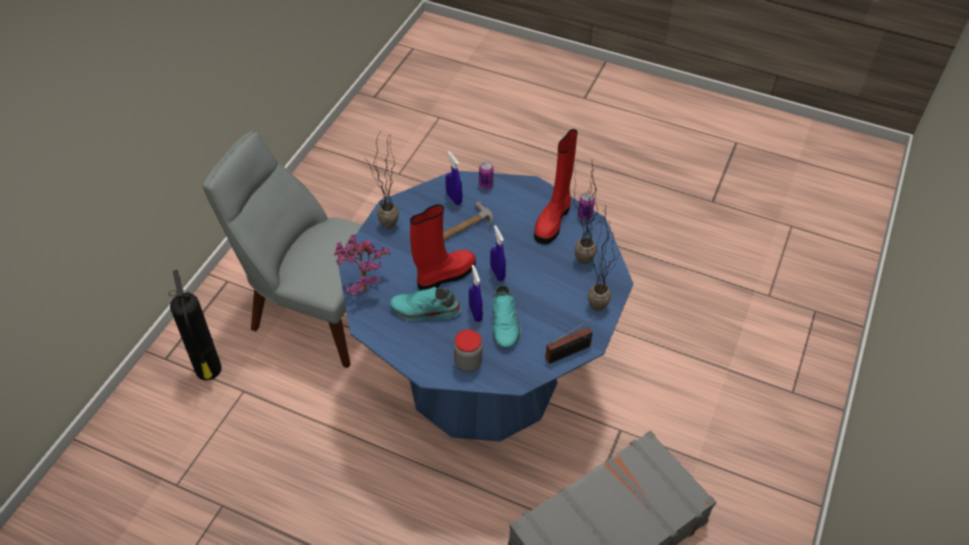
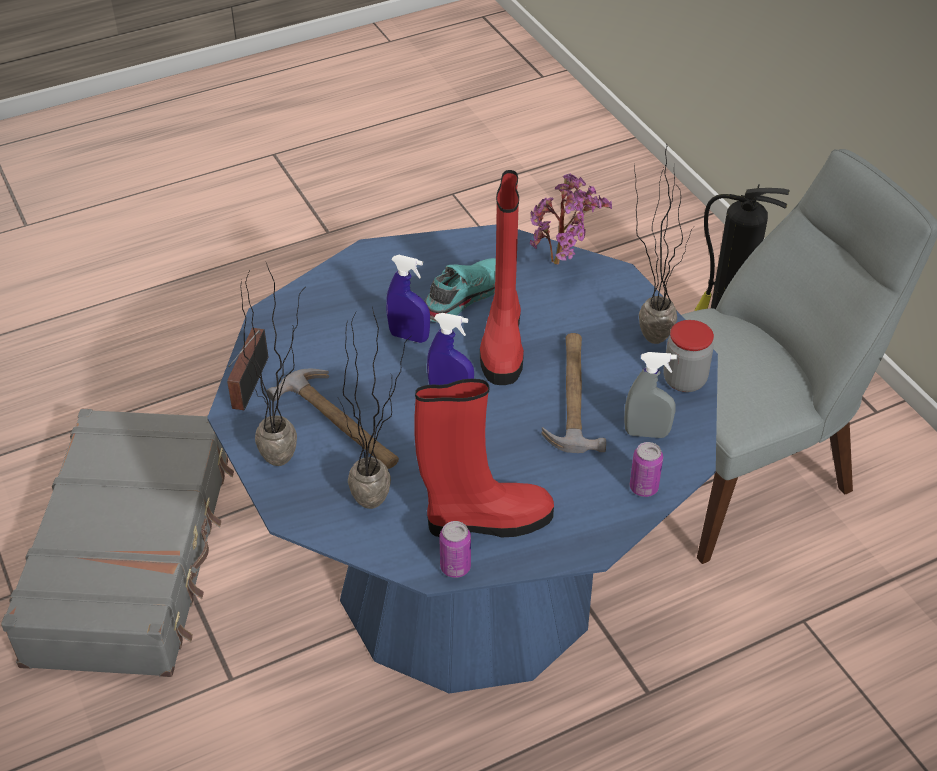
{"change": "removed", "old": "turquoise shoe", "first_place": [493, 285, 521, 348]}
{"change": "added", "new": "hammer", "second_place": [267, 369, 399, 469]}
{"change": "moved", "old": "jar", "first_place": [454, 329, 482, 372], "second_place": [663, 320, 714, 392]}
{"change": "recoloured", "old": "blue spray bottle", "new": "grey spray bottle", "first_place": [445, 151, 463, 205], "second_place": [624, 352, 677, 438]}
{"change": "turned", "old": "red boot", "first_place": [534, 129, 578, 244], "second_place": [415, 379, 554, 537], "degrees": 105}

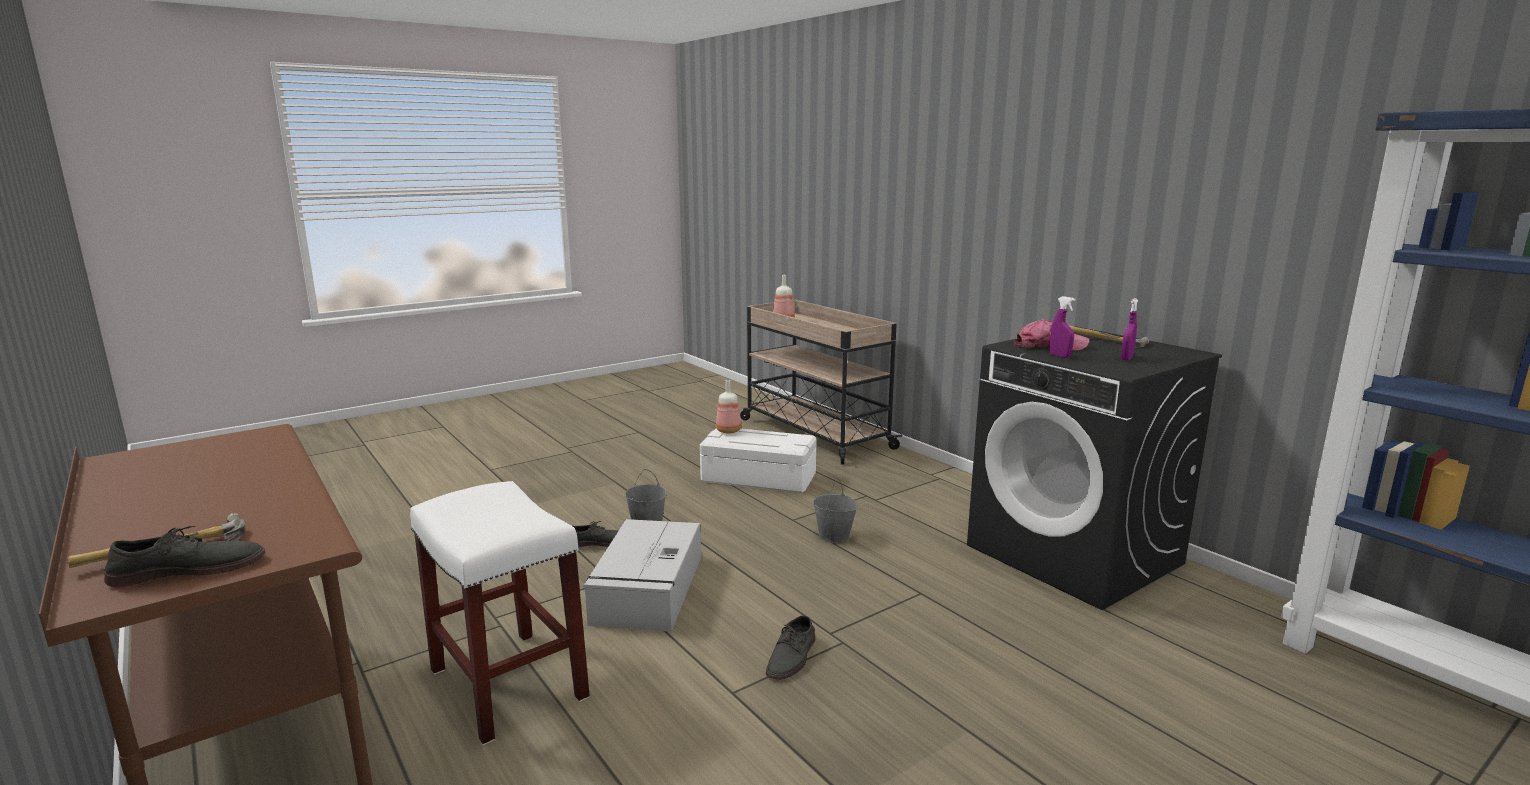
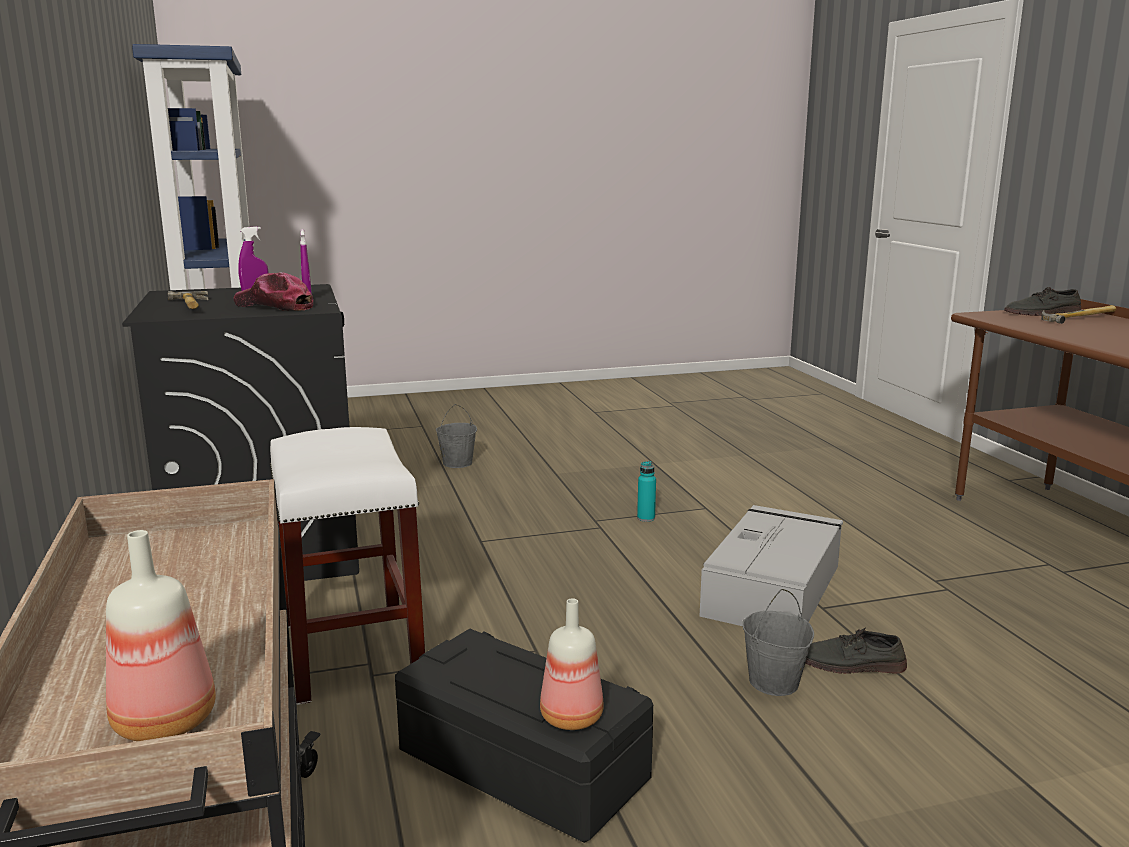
{"change": "moved", "old": "white stool", "first_place": [410, 481, 590, 745], "second_place": [270, 427, 425, 705]}
{"change": "moved", "old": "grey bucket", "first_place": [813, 478, 858, 543], "second_place": [436, 404, 477, 468]}
{"change": "replaced", "old": "grey shoe", "new": "turquoise bottle", "first_place": [766, 615, 815, 680], "second_place": [637, 461, 656, 522]}
{"change": "recoloured", "old": "white storage box", "new": "black storage box", "first_place": [700, 428, 817, 493], "second_place": [395, 629, 653, 843]}

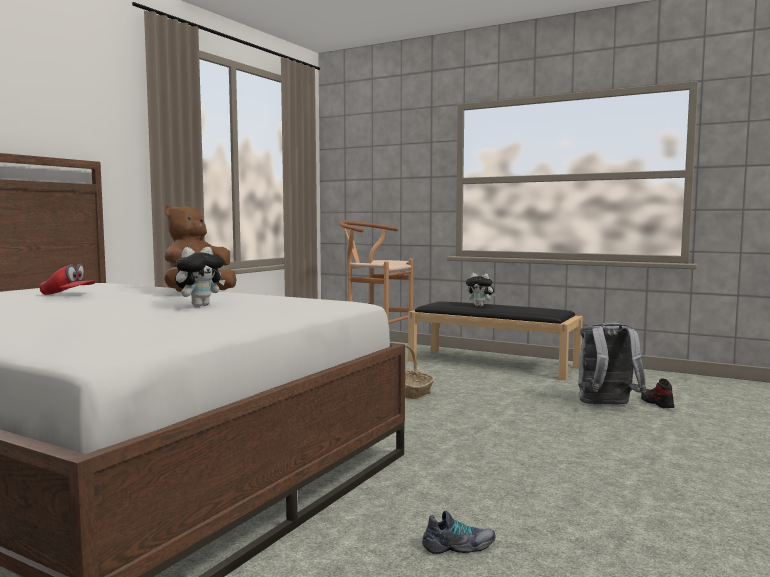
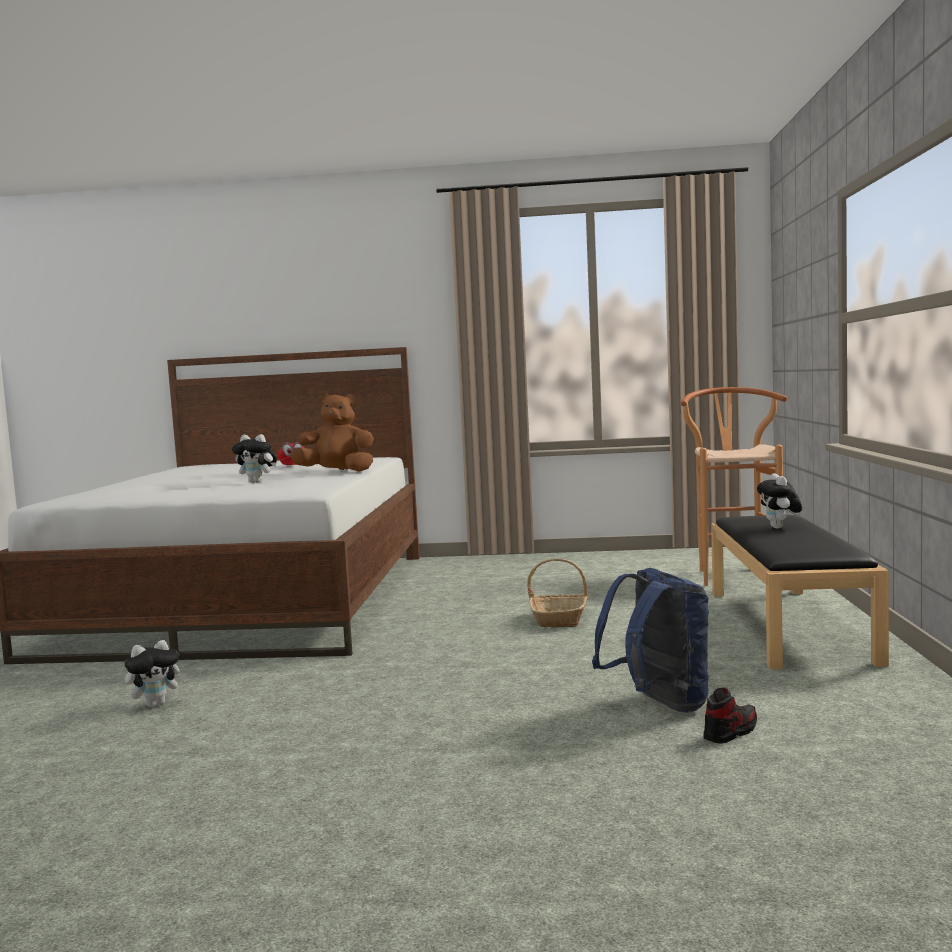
{"change": "replaced", "old": "shoe", "new": "plush toy", "first_place": [422, 511, 495, 554], "second_place": [125, 640, 187, 707]}
{"change": "recoloured", "old": "grey backpack", "new": "blue backpack", "first_place": [578, 321, 647, 405], "second_place": [592, 568, 709, 713]}

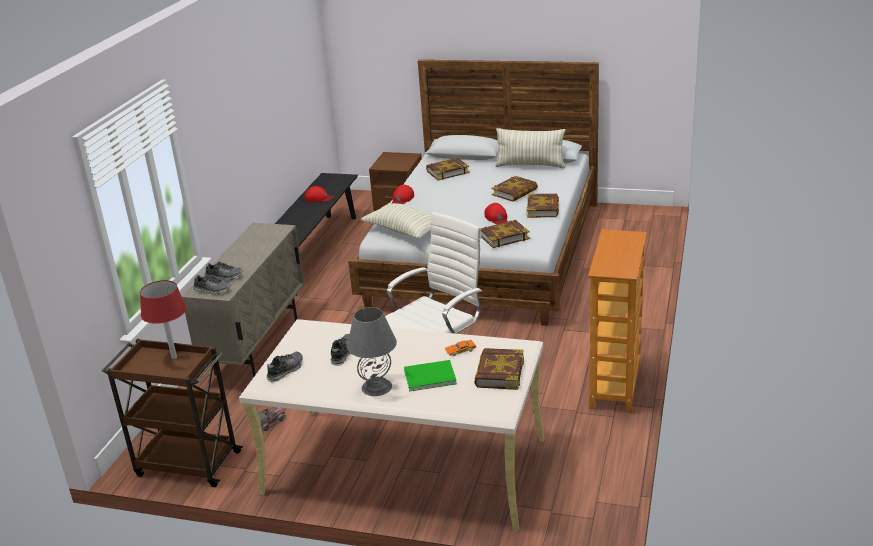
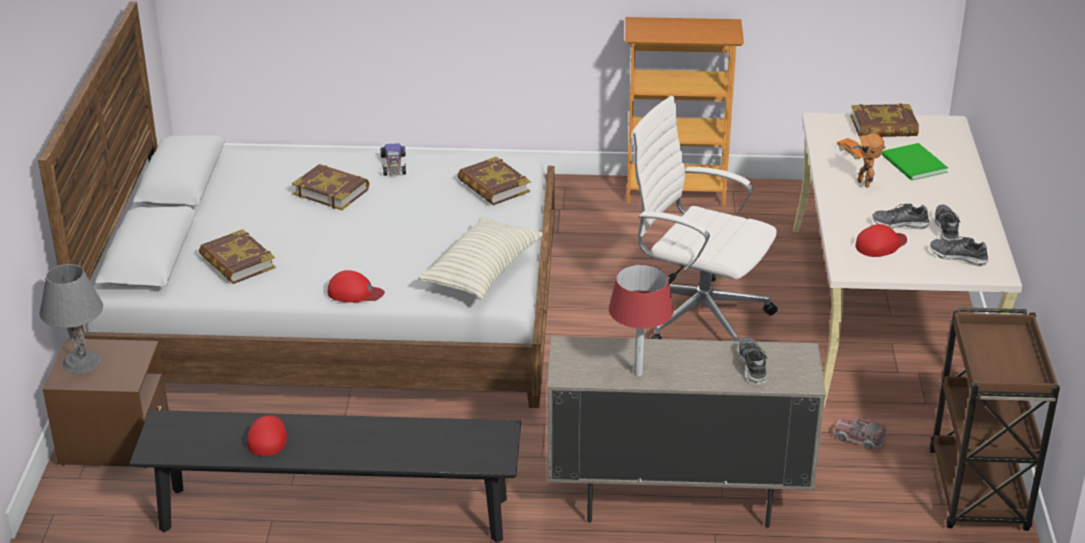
{"change": "removed", "old": "pillow", "first_place": [495, 128, 566, 168]}
{"change": "added", "new": "toy robot", "second_place": [858, 129, 885, 188]}
{"change": "moved", "old": "red table lamp", "first_place": [140, 280, 186, 359], "second_place": [608, 264, 674, 376]}
{"change": "moved", "old": "shoe", "first_place": [193, 274, 231, 295], "second_place": [934, 204, 960, 241]}
{"change": "moved", "old": "grey table lamp", "first_place": [347, 307, 397, 396], "second_place": [39, 264, 103, 374]}
{"change": "moved", "old": "red cap", "first_place": [485, 203, 508, 224], "second_place": [855, 224, 907, 257]}
{"change": "replaced", "old": "book", "new": "toy car", "first_place": [527, 194, 559, 218], "second_place": [381, 143, 406, 176]}

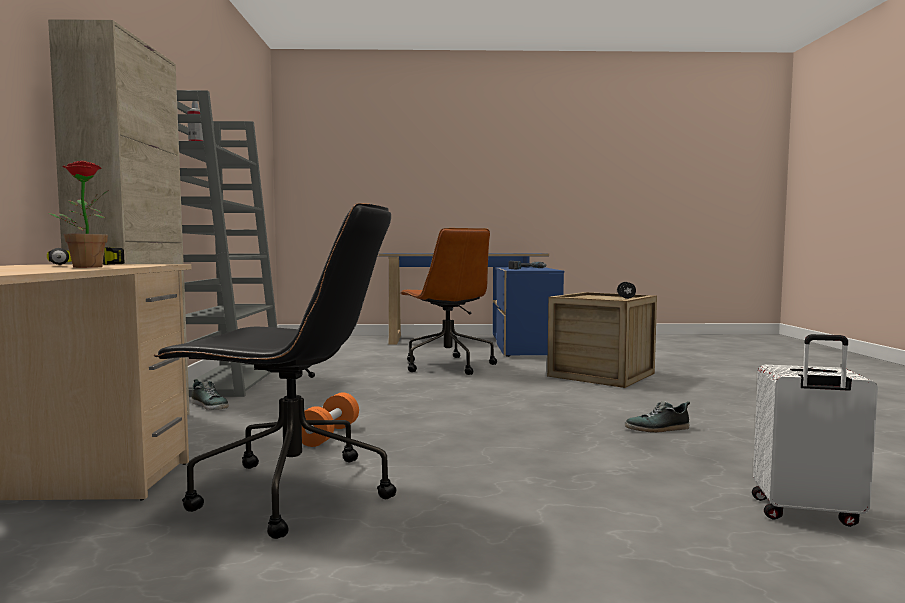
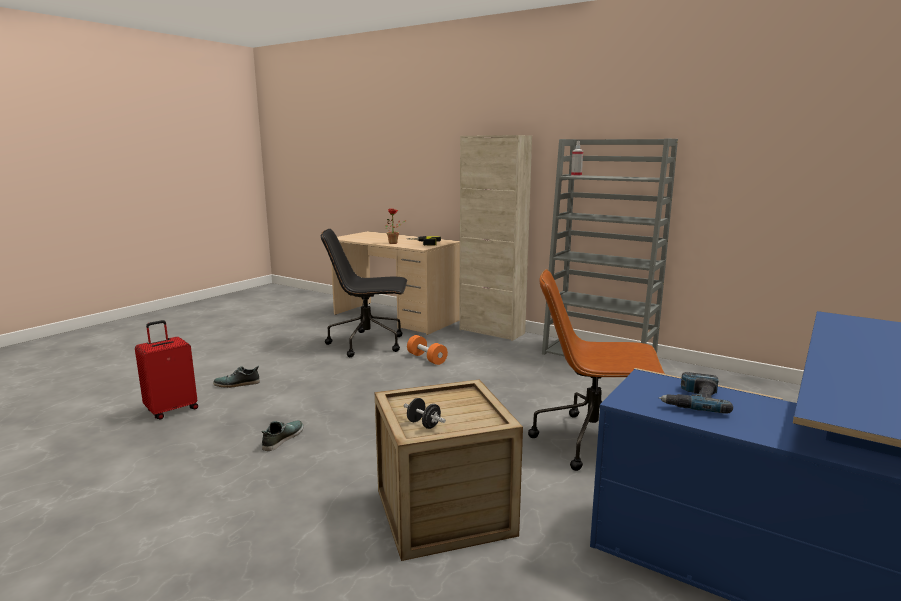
{"change": "moved", "old": "shoe", "first_place": [191, 379, 229, 410], "second_place": [213, 366, 260, 388]}
{"change": "recoloured", "old": "white suitcase", "new": "red suitcase", "first_place": [752, 334, 878, 527], "second_place": [135, 320, 198, 419]}
{"change": "turned", "old": "black office chair", "first_place": [154, 203, 396, 539], "second_place": [321, 229, 407, 357], "degrees": 45}

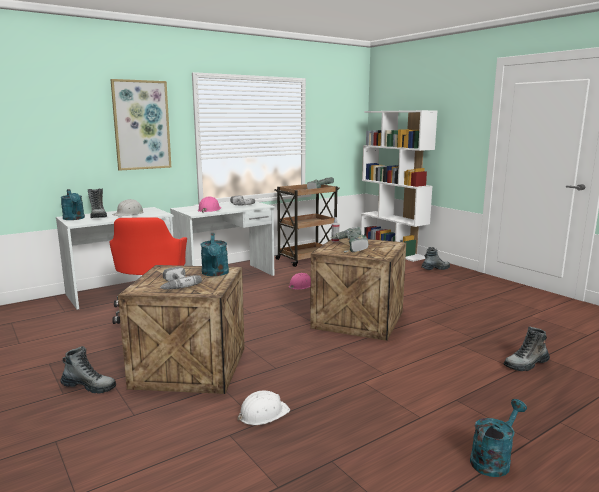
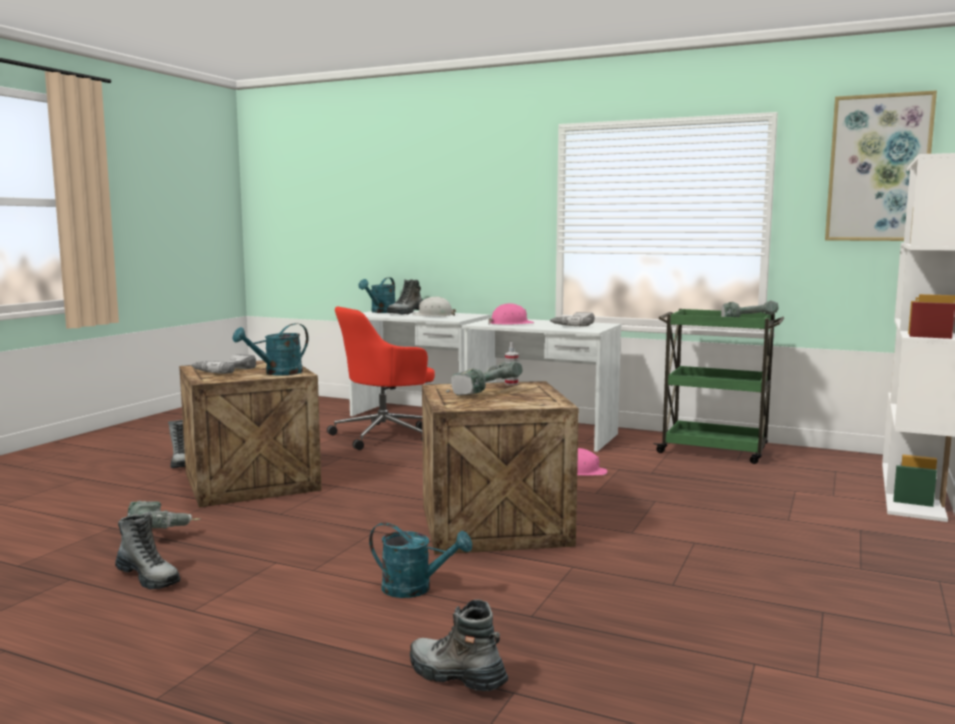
{"change": "moved", "old": "picture", "first_place": [111, 79, 171, 171], "second_place": [825, 90, 937, 241]}
{"change": "moved", "old": "boot", "first_place": [421, 247, 450, 270], "second_place": [115, 512, 181, 589]}
{"change": "moved", "old": "turquoise watering can", "first_place": [470, 399, 527, 477], "second_place": [369, 522, 472, 598]}
{"change": "replaced", "old": "white hard hat", "new": "power drill", "first_place": [238, 390, 290, 425], "second_place": [127, 501, 200, 529]}
{"change": "recoloured", "old": "brown cart", "new": "green cart", "first_place": [274, 184, 340, 267], "second_place": [653, 309, 784, 464]}

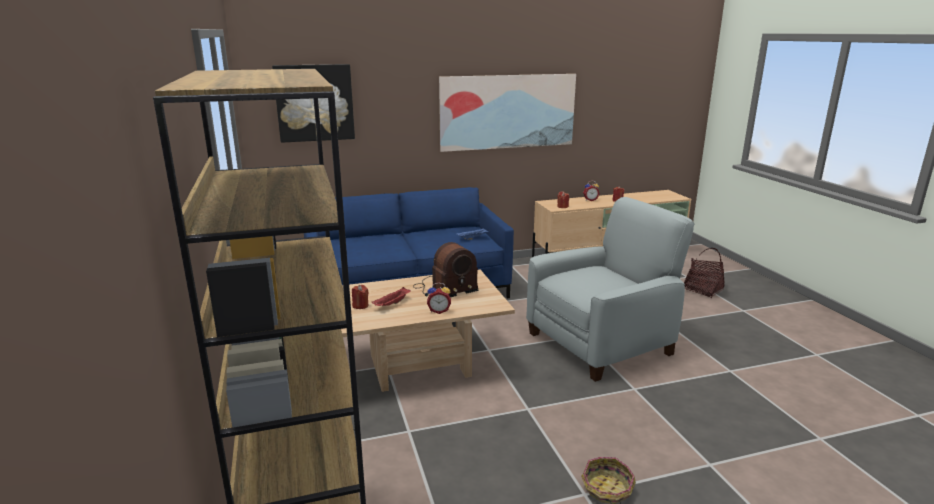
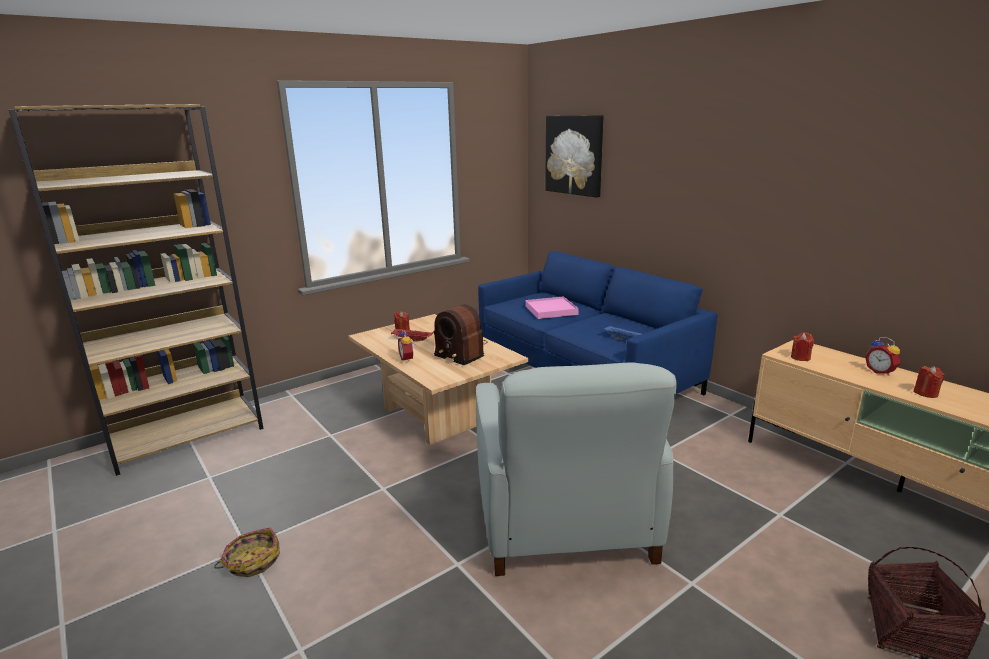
{"change": "removed", "old": "picture", "first_place": [439, 74, 576, 152]}
{"change": "added", "new": "pink tray", "second_place": [525, 296, 579, 319]}
{"change": "turned", "old": "grey armchair", "first_place": [526, 197, 694, 382], "second_place": [476, 362, 676, 576], "degrees": 45}

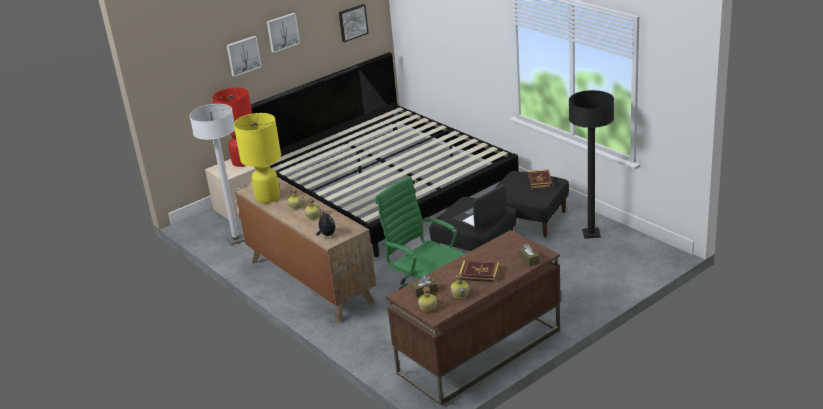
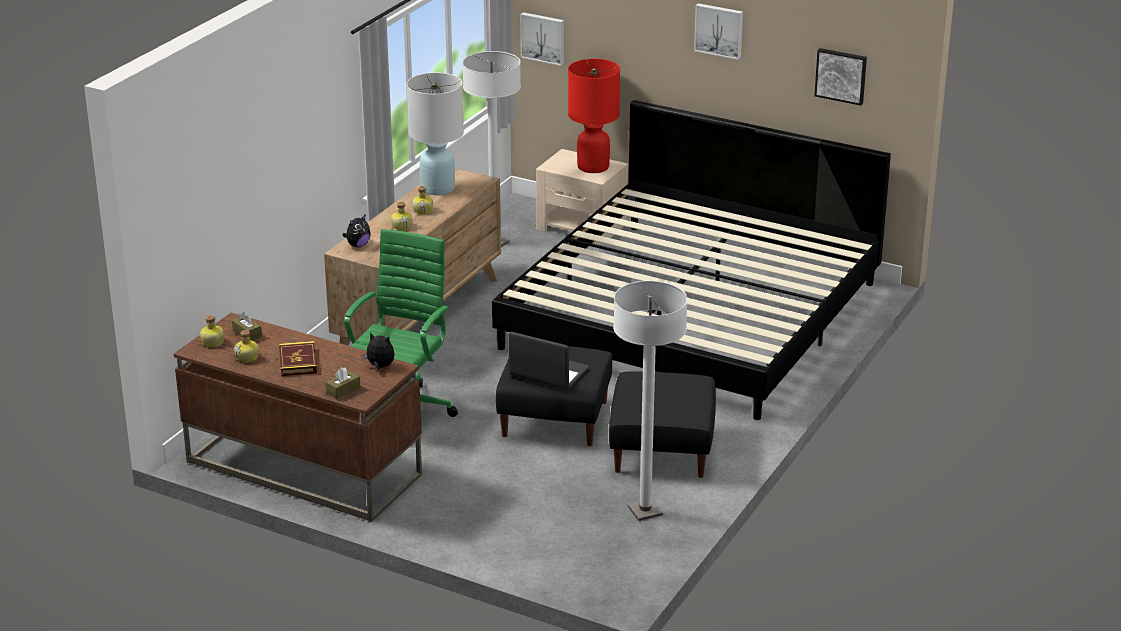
{"change": "removed", "old": "book", "first_place": [528, 169, 552, 189]}
{"change": "added", "new": "plush toy", "second_place": [362, 332, 395, 369]}
{"change": "moved", "old": "picture", "first_place": [226, 36, 262, 77], "second_place": [520, 12, 564, 66]}
{"change": "recoloured", "old": "yellow table lamp", "new": "white table lamp", "first_place": [234, 113, 281, 203], "second_place": [407, 72, 464, 195]}
{"change": "recoloured", "old": "black floor lamp", "new": "white floor lamp", "first_place": [569, 90, 614, 239], "second_place": [613, 281, 688, 521]}

